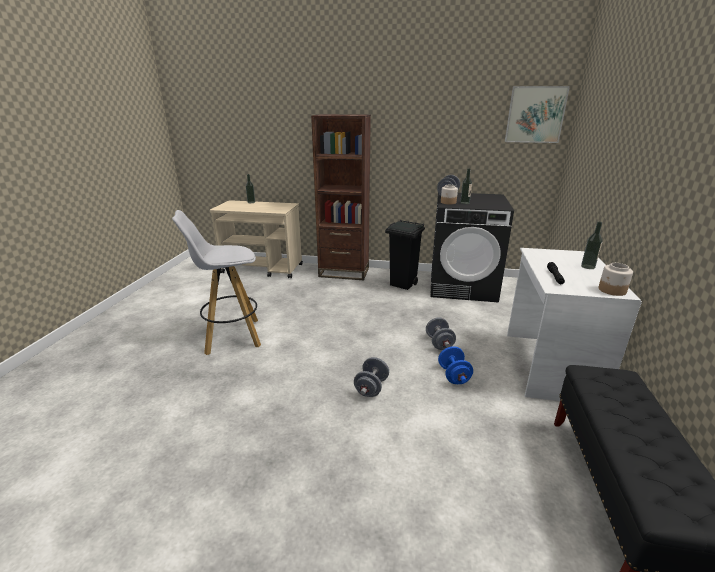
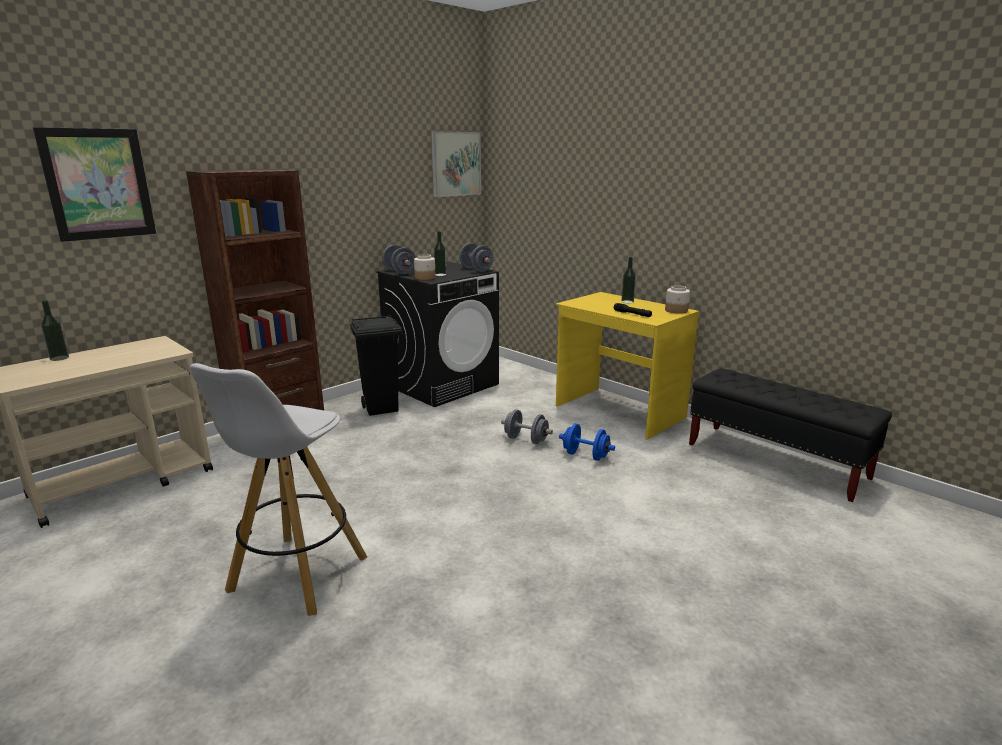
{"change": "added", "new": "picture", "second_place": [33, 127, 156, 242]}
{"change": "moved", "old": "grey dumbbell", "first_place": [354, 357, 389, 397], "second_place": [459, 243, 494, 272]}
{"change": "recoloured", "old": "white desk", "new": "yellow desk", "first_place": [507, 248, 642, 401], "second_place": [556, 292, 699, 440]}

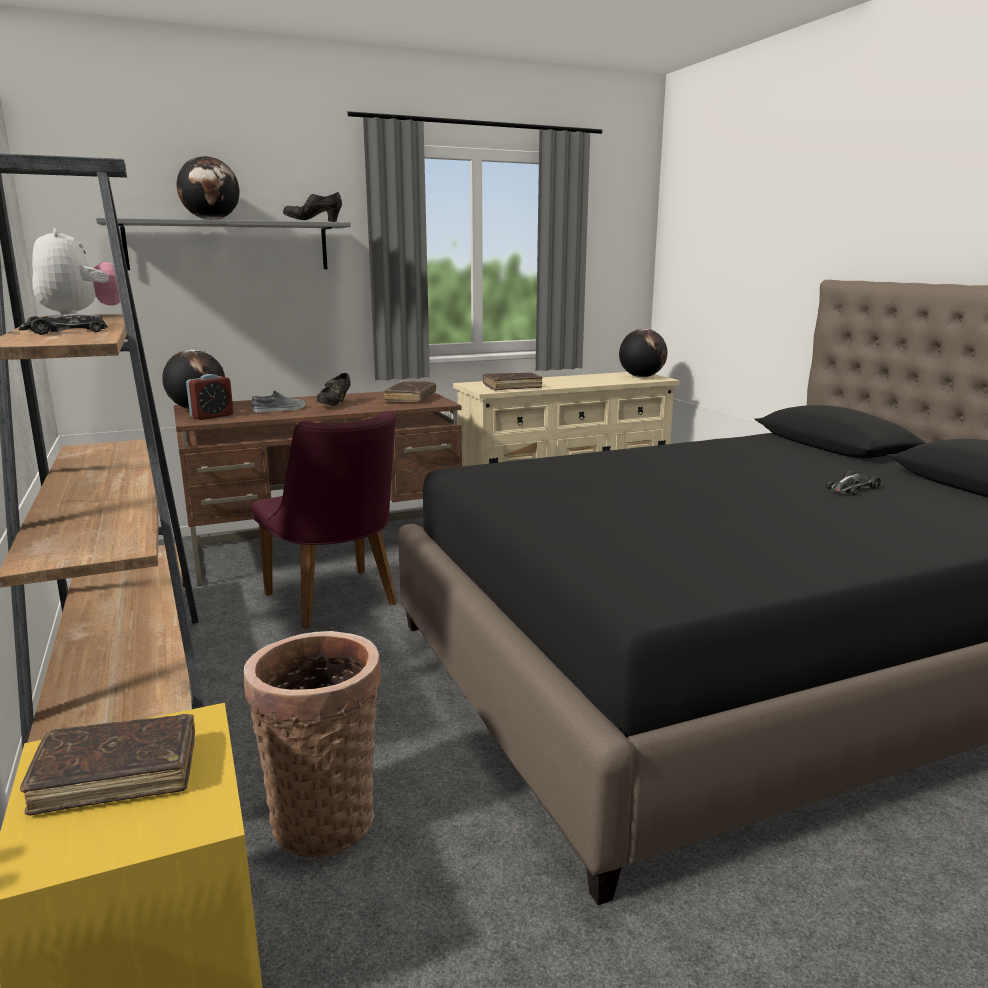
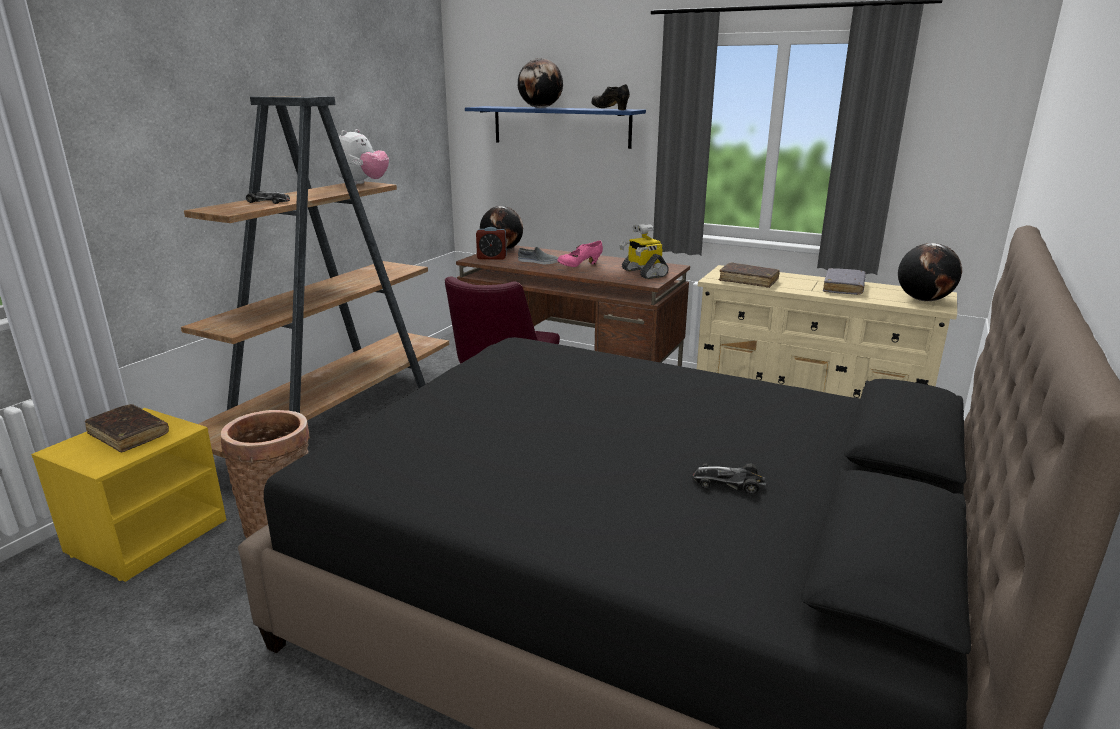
{"change": "added", "new": "grey book", "second_place": [823, 268, 866, 295]}
{"change": "replaced", "old": "brown book", "new": "toy robot", "first_place": [384, 381, 436, 403], "second_place": [619, 224, 669, 279]}
{"change": "recoloured", "old": "grey shelf", "new": "blue shelf", "first_place": [96, 218, 351, 270], "second_place": [465, 106, 646, 149]}
{"change": "recoloured", "old": "black shoe", "new": "pink shoe", "first_place": [317, 373, 351, 406], "second_place": [557, 241, 603, 267]}

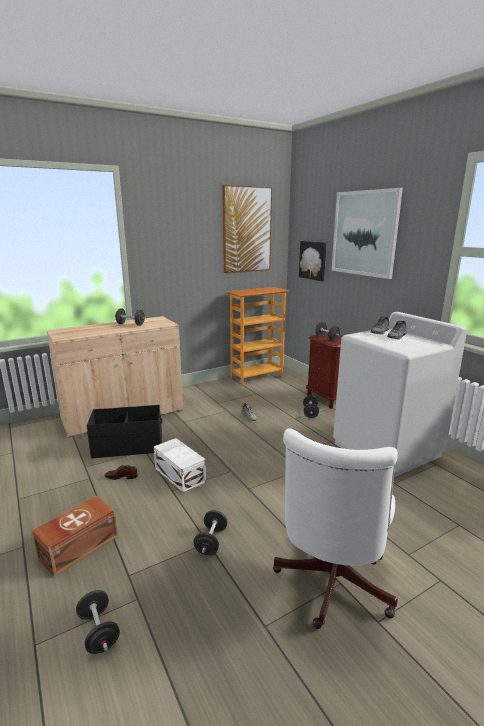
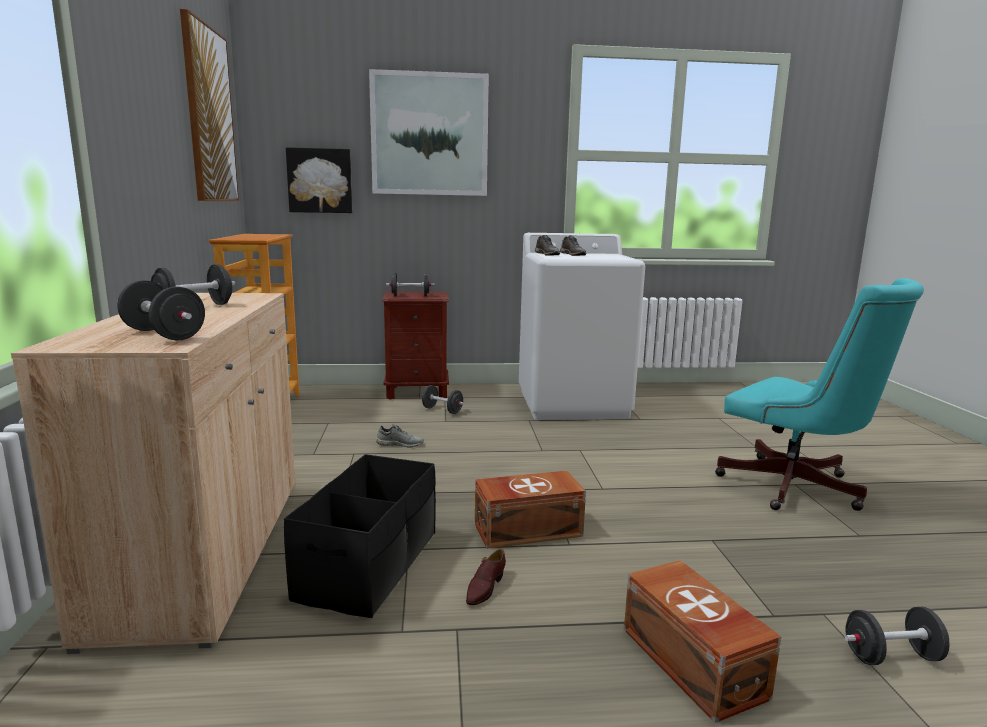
{"change": "moved", "old": "black dumbbell", "first_place": [194, 510, 228, 555], "second_place": [117, 280, 205, 341]}
{"change": "recoloured", "old": "white storage box", "new": "brown storage box", "first_place": [154, 438, 206, 493], "second_place": [475, 471, 586, 549]}
{"change": "recoloured", "old": "white office chair", "new": "turquoise office chair", "first_place": [273, 428, 398, 629], "second_place": [715, 278, 924, 511]}

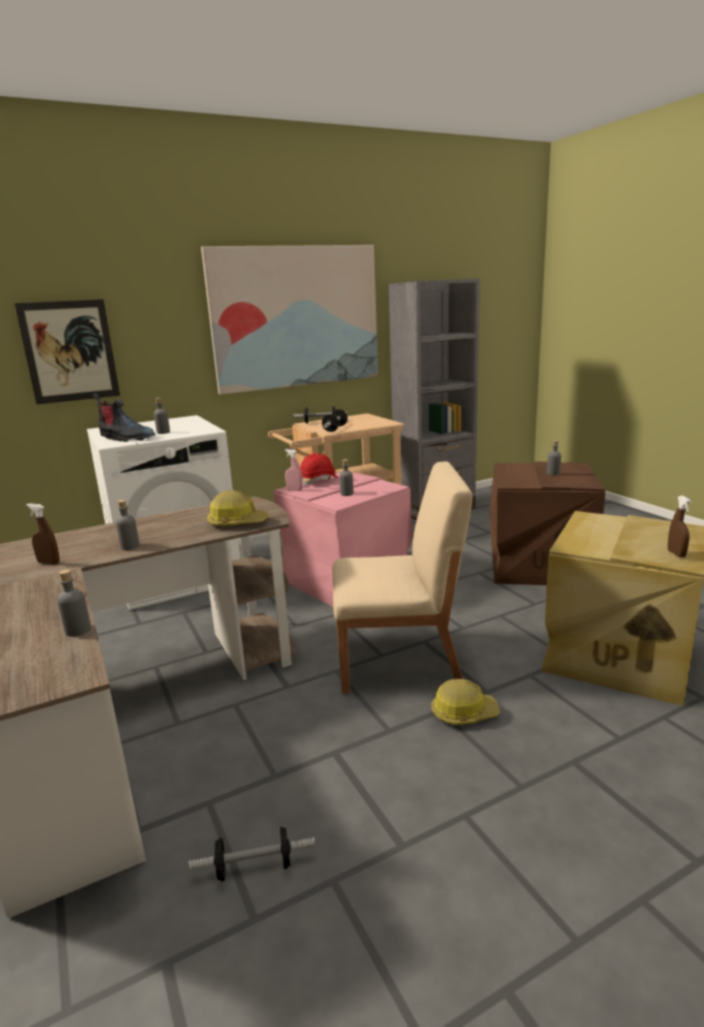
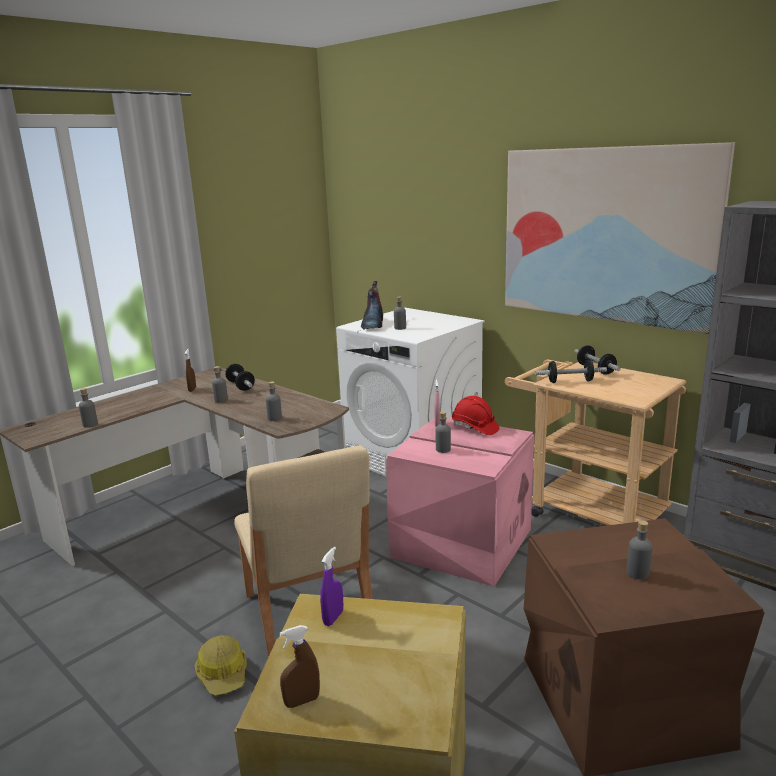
{"change": "removed", "old": "picture", "first_place": [14, 299, 120, 404]}
{"change": "added", "new": "purple spray bottle", "second_place": [320, 547, 343, 626]}
{"change": "moved", "old": "dumbbell", "first_place": [188, 827, 315, 882], "second_place": [225, 364, 255, 391]}
{"change": "replaced", "old": "hard hat", "new": "grey bottle", "first_place": [207, 491, 269, 526], "second_place": [266, 381, 282, 421]}

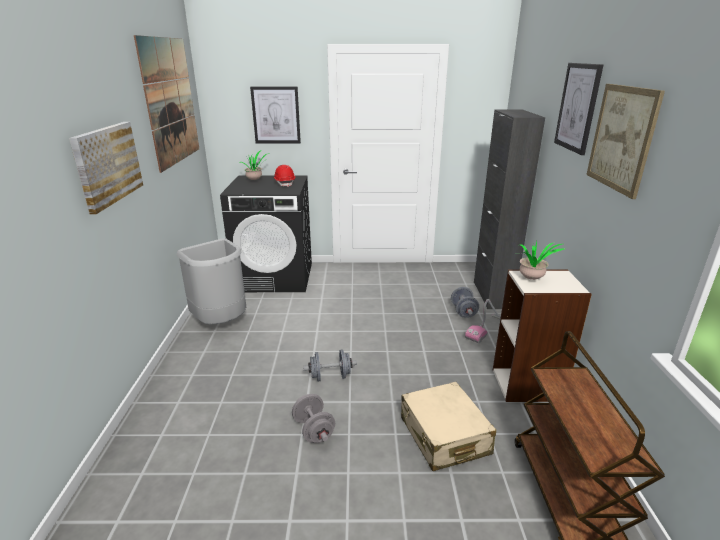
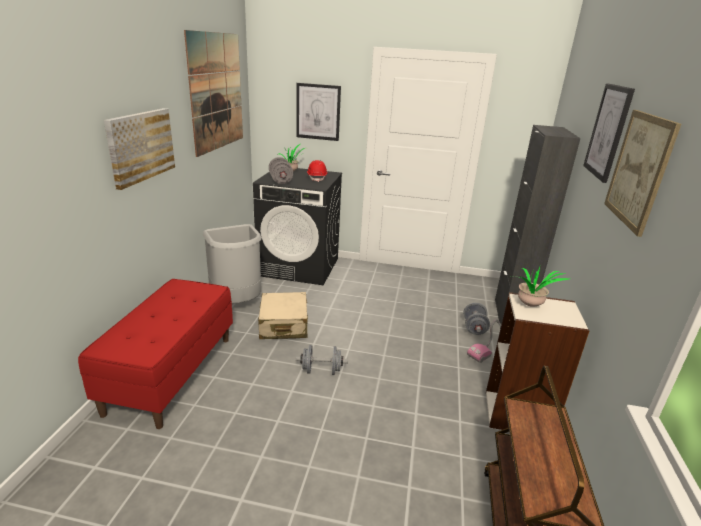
{"change": "added", "new": "red bench", "second_place": [78, 279, 233, 429]}
{"change": "moved", "old": "grey dumbbell", "first_place": [292, 394, 335, 443], "second_place": [269, 157, 293, 184]}
{"change": "moved", "old": "beige suitcase", "first_place": [401, 382, 496, 471], "second_place": [258, 292, 308, 339]}

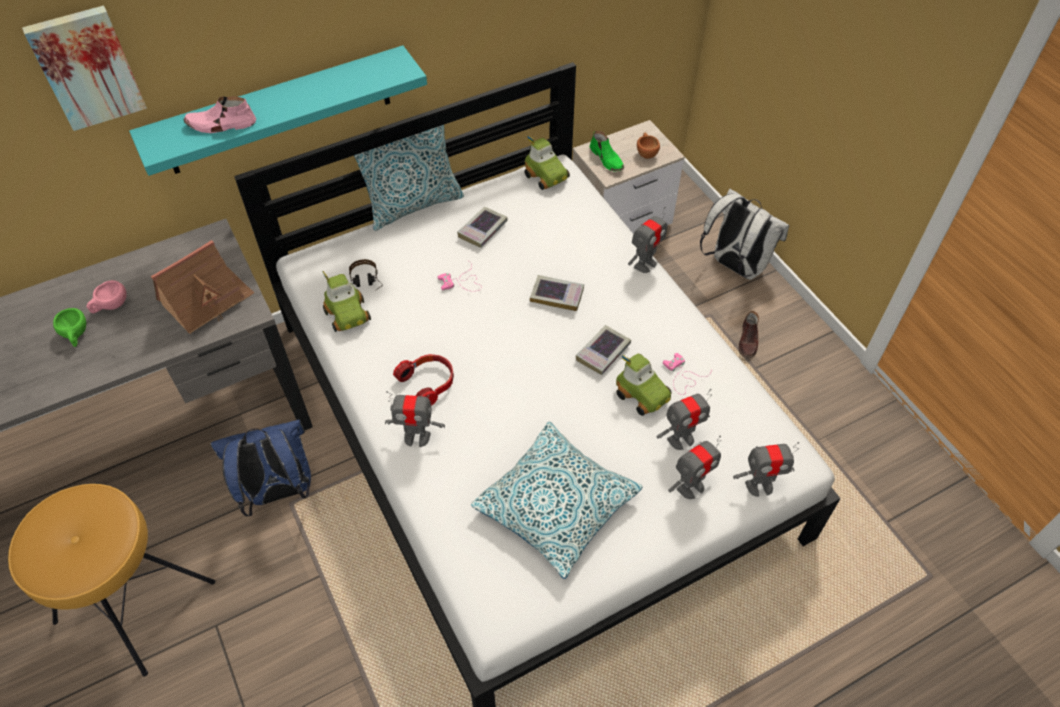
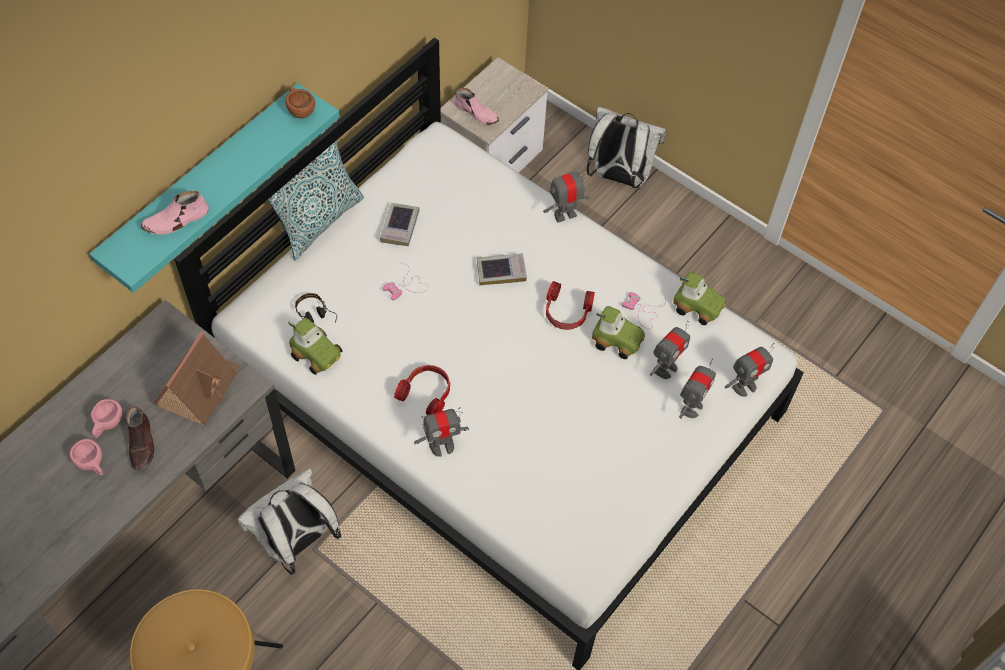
{"change": "removed", "old": "picture", "first_place": [22, 6, 147, 131]}
{"change": "removed", "old": "pillow", "first_place": [471, 421, 642, 579]}
{"change": "moved", "old": "toy car", "first_place": [524, 135, 570, 190], "second_place": [673, 272, 726, 325]}
{"change": "moved", "old": "brown cup", "first_place": [637, 132, 660, 159], "second_place": [285, 86, 315, 118]}
{"change": "moved", "old": "brown shoe", "first_place": [739, 311, 759, 358], "second_place": [126, 406, 154, 470]}
{"change": "replaced", "old": "book", "new": "headphones", "first_place": [576, 325, 631, 375], "second_place": [546, 281, 595, 330]}
{"change": "recoloured", "old": "green cup", "new": "pink cup", "first_place": [53, 308, 86, 347], "second_place": [69, 439, 103, 476]}
{"change": "recoloured", "old": "blue backpack", "new": "white backpack", "first_place": [210, 419, 311, 516], "second_place": [237, 468, 341, 575]}
{"change": "recoloured", "old": "green shoe", "new": "pink shoe", "first_place": [590, 131, 624, 171], "second_place": [454, 88, 499, 125]}
{"change": "turned", "old": "toy robot", "first_place": [628, 207, 667, 273], "second_place": [543, 166, 590, 222], "degrees": -135}

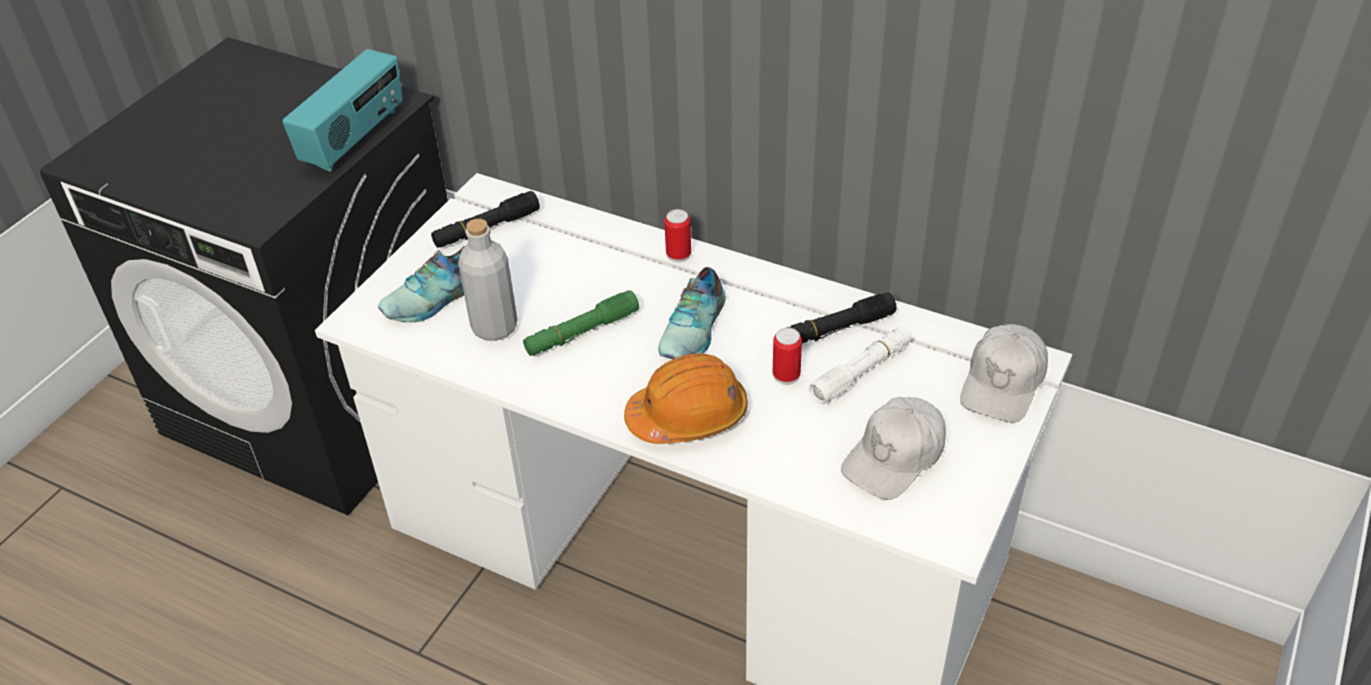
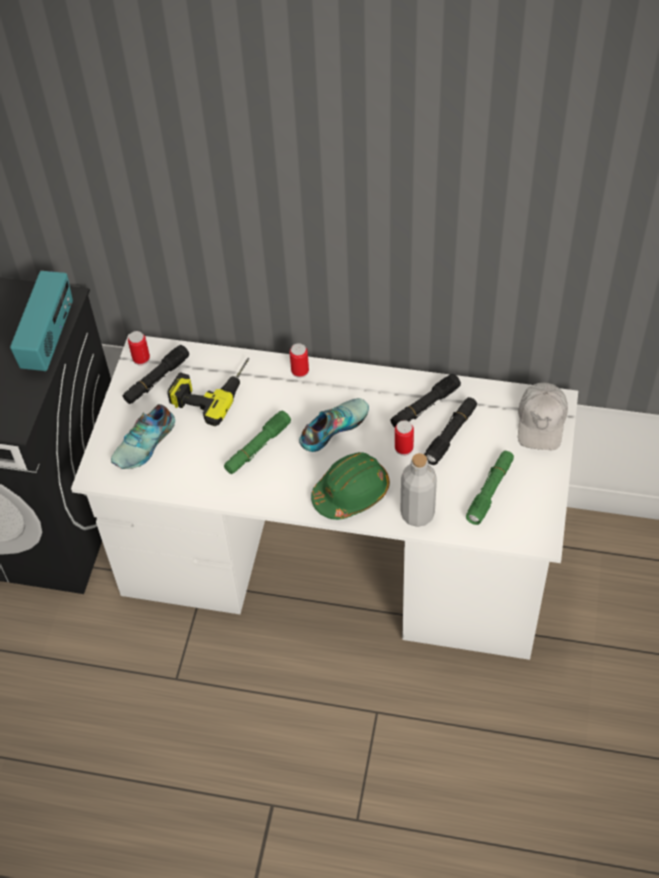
{"change": "added", "new": "can", "second_place": [128, 331, 150, 366]}
{"change": "added", "new": "power drill", "second_place": [168, 358, 249, 426]}
{"change": "moved", "old": "grey bottle", "first_place": [458, 219, 518, 341], "second_place": [401, 453, 437, 527]}
{"change": "replaced", "old": "white cap", "new": "green flashlight", "first_place": [841, 397, 946, 500], "second_place": [466, 451, 514, 525]}
{"change": "recoloured", "old": "orange hard hat", "new": "green hard hat", "first_place": [624, 354, 748, 444], "second_place": [311, 452, 390, 520]}
{"change": "recoloured", "old": "white flashlight", "new": "black flashlight", "first_place": [809, 326, 912, 405], "second_place": [424, 397, 477, 465]}
{"change": "turned", "old": "shoe", "first_place": [658, 267, 726, 359], "second_place": [299, 398, 369, 452], "degrees": -135}

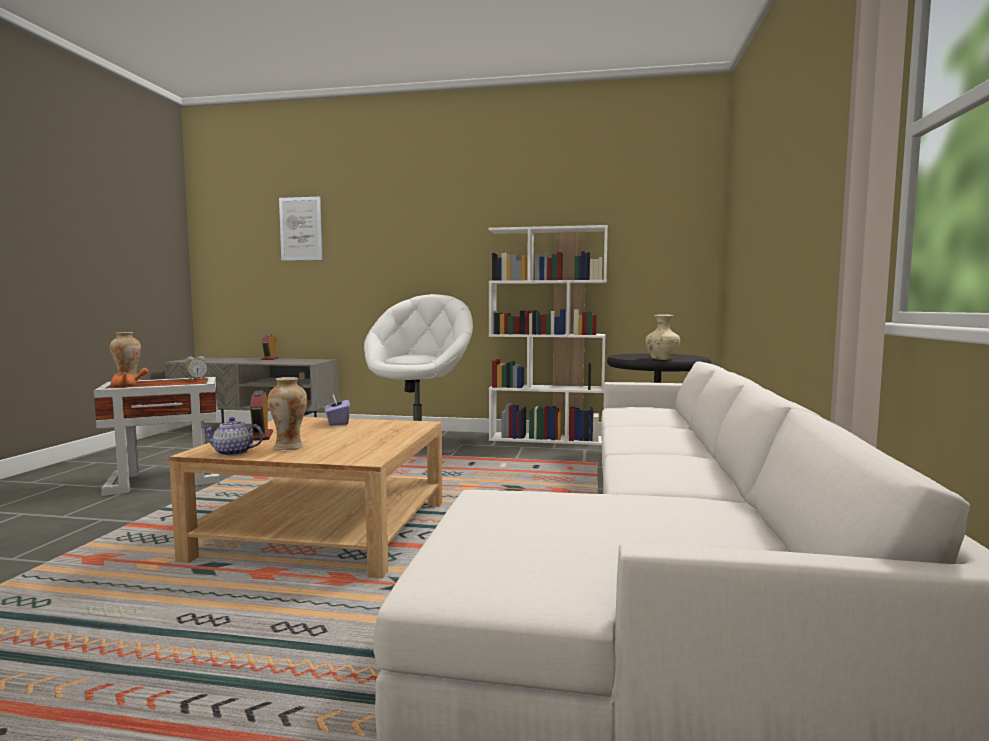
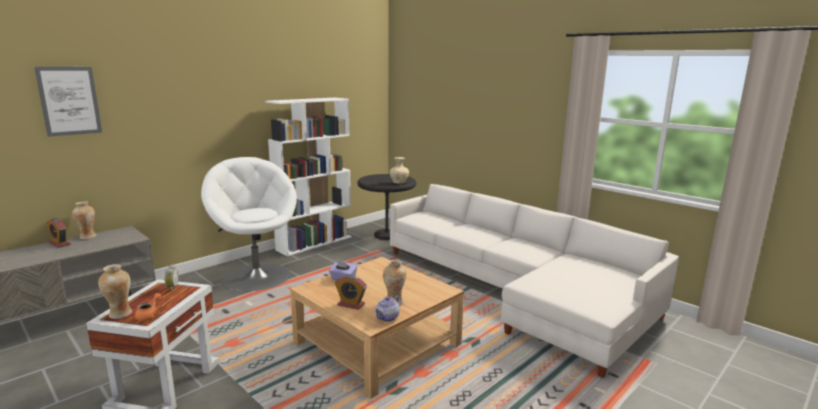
{"change": "added", "new": "vase", "second_place": [72, 201, 96, 239]}

